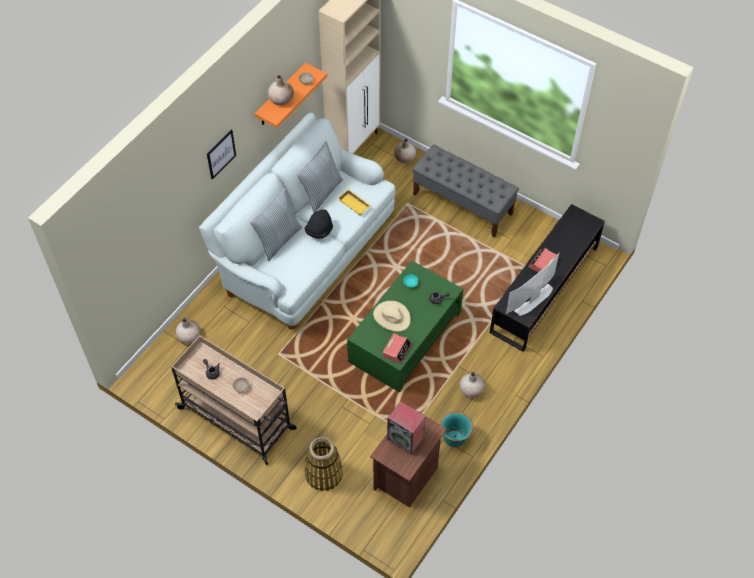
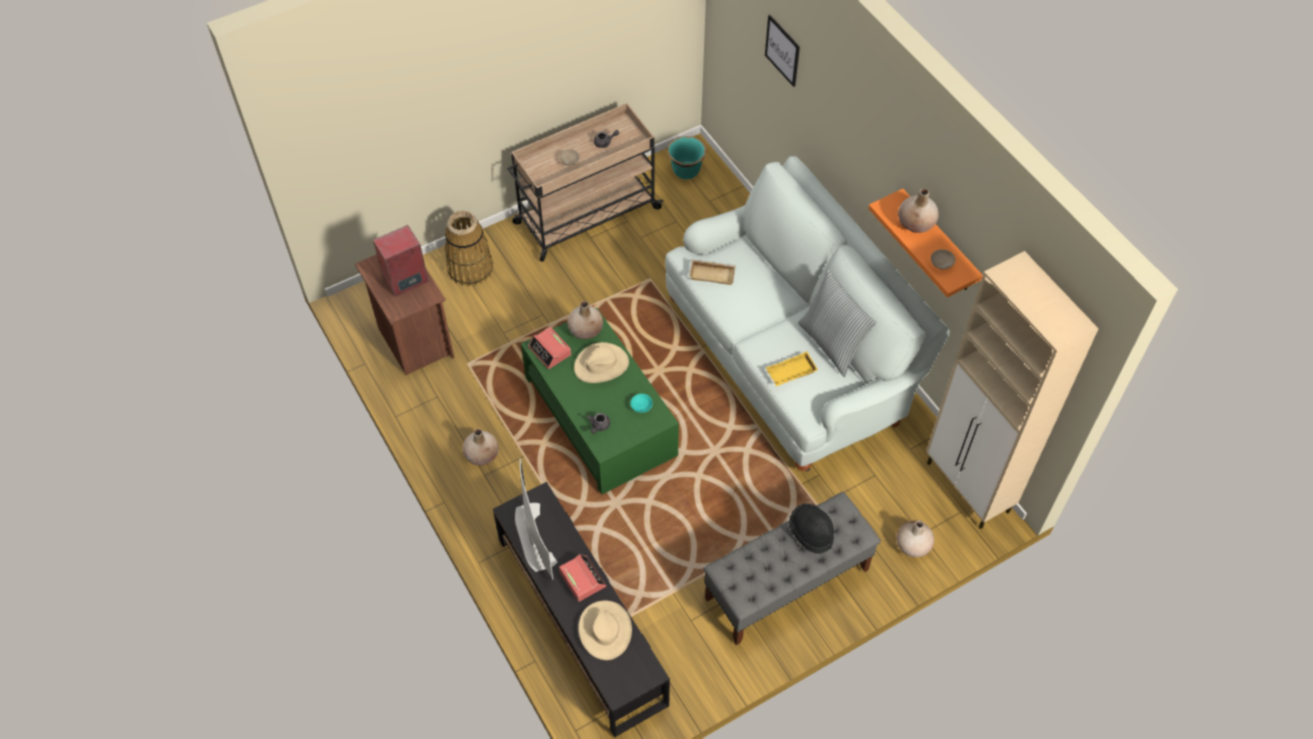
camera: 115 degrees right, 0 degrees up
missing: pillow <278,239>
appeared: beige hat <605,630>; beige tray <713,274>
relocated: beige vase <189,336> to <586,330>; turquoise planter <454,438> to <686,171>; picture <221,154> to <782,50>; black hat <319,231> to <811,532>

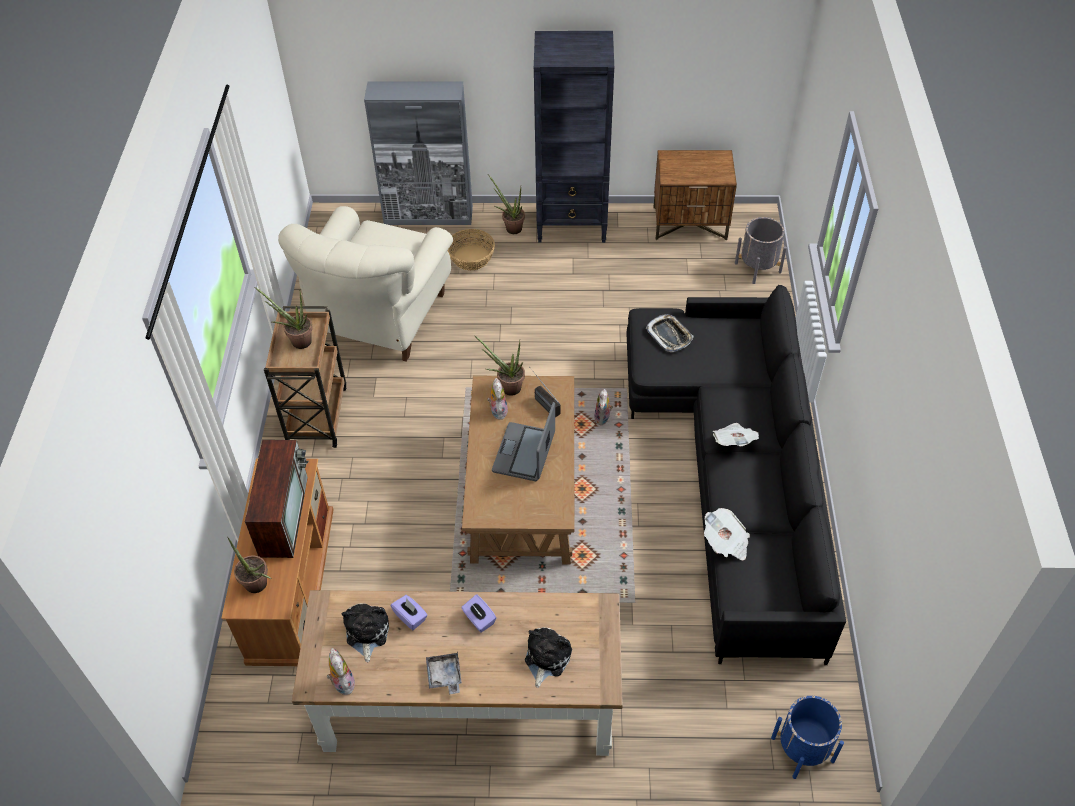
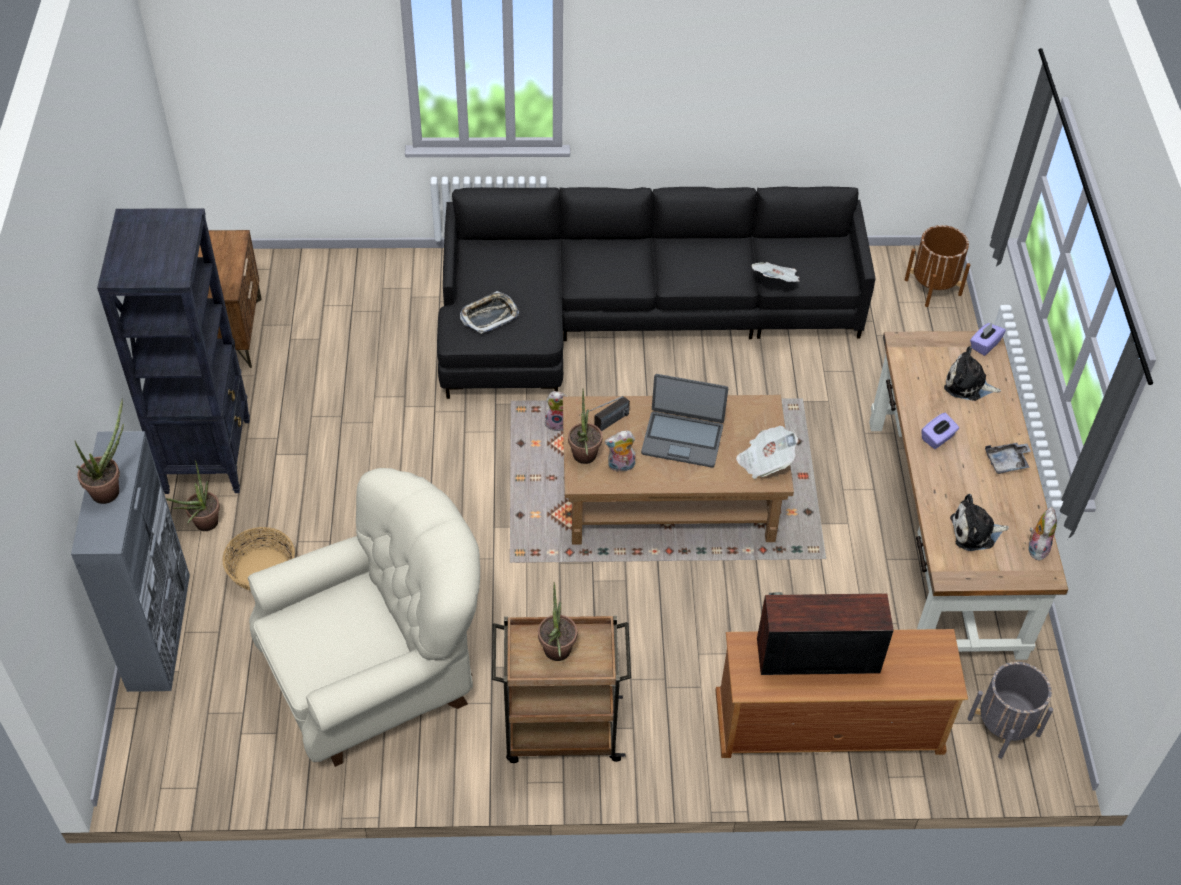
camera: 95 degrees left, 0 degrees up
relocated: potted plant <259,587> to <110,489>; newspaper <734,442> to <765,461>; grey planter <758,268> to <1003,727>; purple tissue box <410,617> to <984,345>
colour: blue planter <802,749> to brown planter <933,287>
spun: beige armchair <379,318> = <377,675> 45 degrees counterclockwise; plush toy <342,682> = <1036,547> 135 degrees clockwise

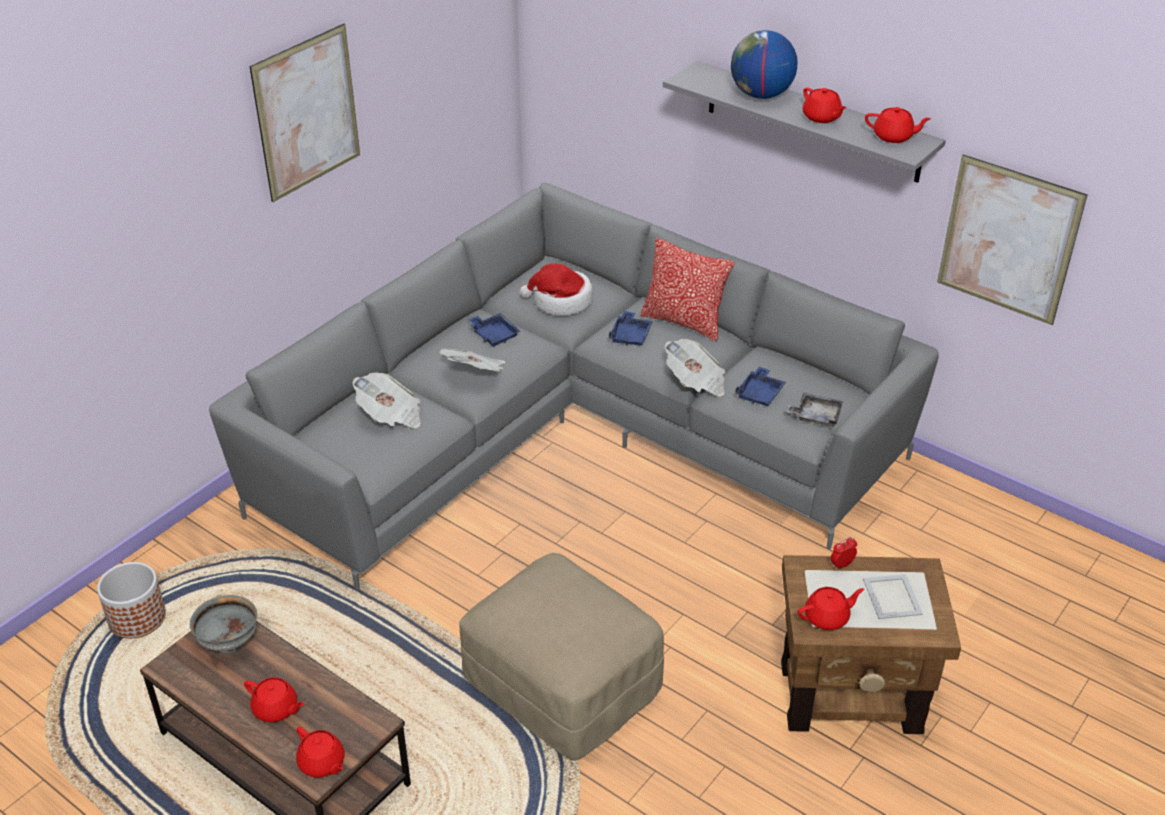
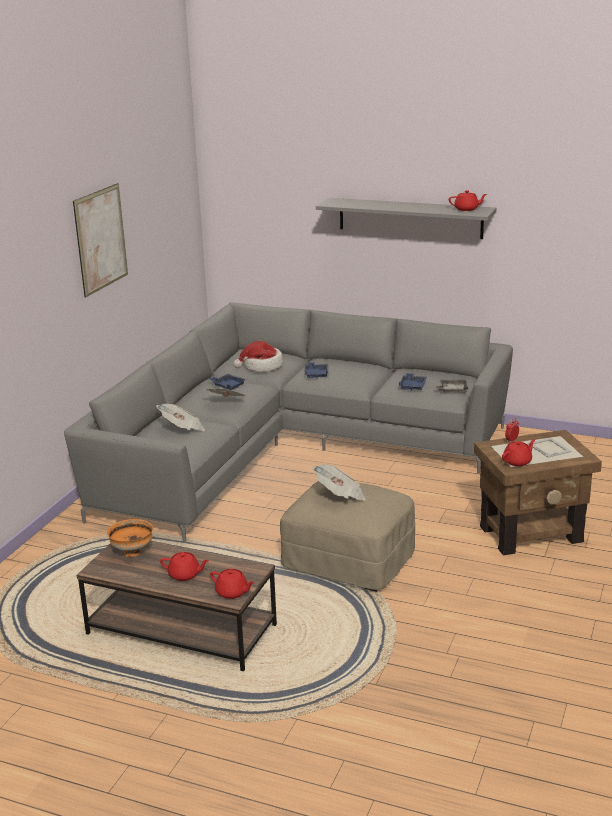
camera: 15 degrees left, 15 degrees down
missing: planter <137,618>; pillow <684,322>; globe <761,95>; red teapot <821,117>; picture <1008,240>
relocated: newspaper <696,382> to <340,495>
colour: grey bowl <229,642> to orange bowl <132,552>

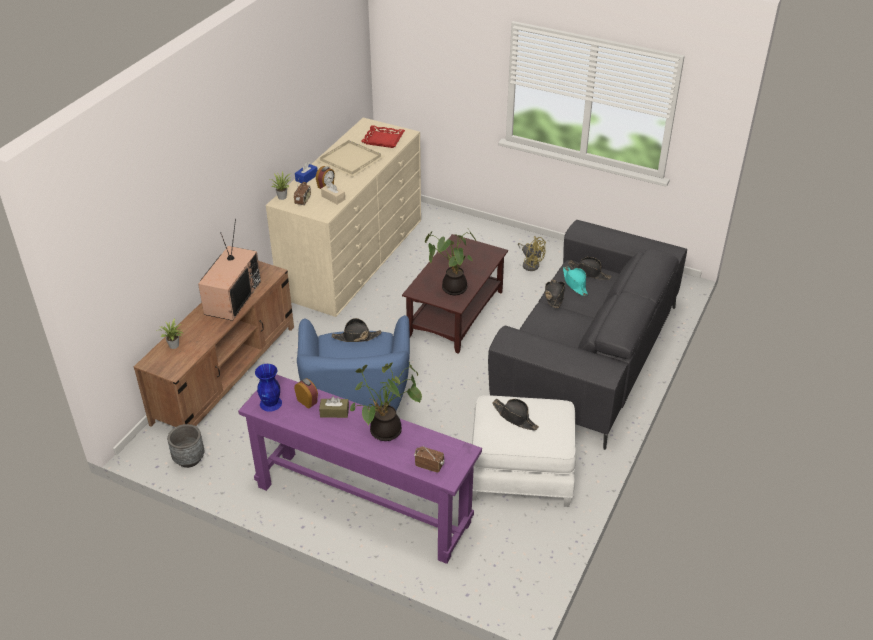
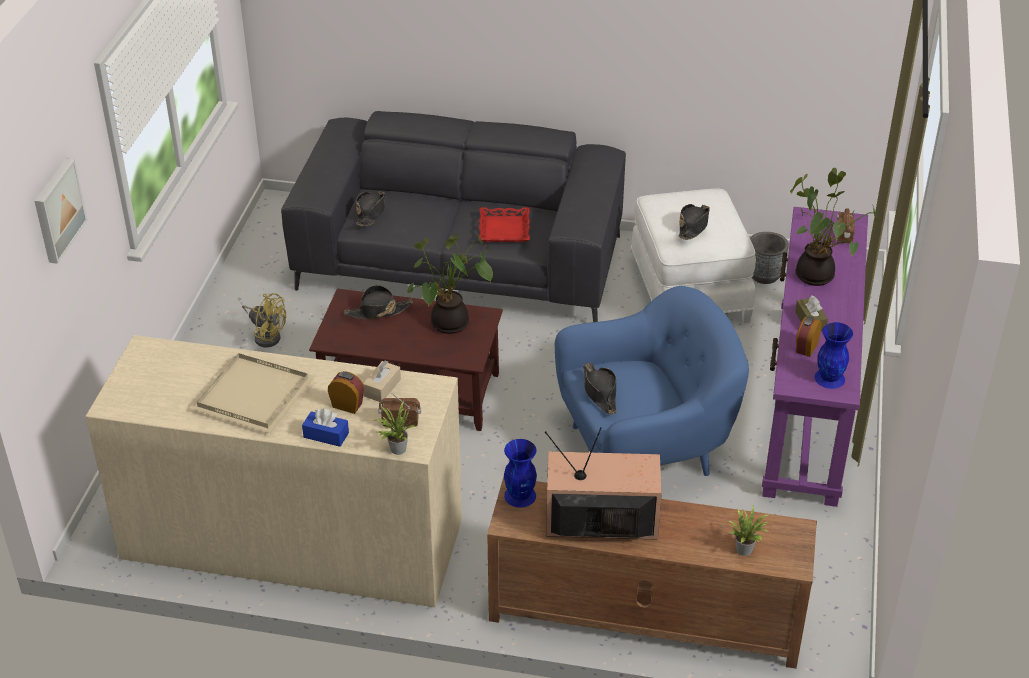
camera: 105 degrees left, 0 degrees up
missing: turquoise hat <575,283>
appeared: picture <57,210>; blue vase <520,496>
relocated: black hat <554,296> to <378,311>; red tray <383,139> to <503,229>; grey planter <189,459> to <764,275>
spun: yellow fan <530,264> = <266,335> 90 degrees clockwise

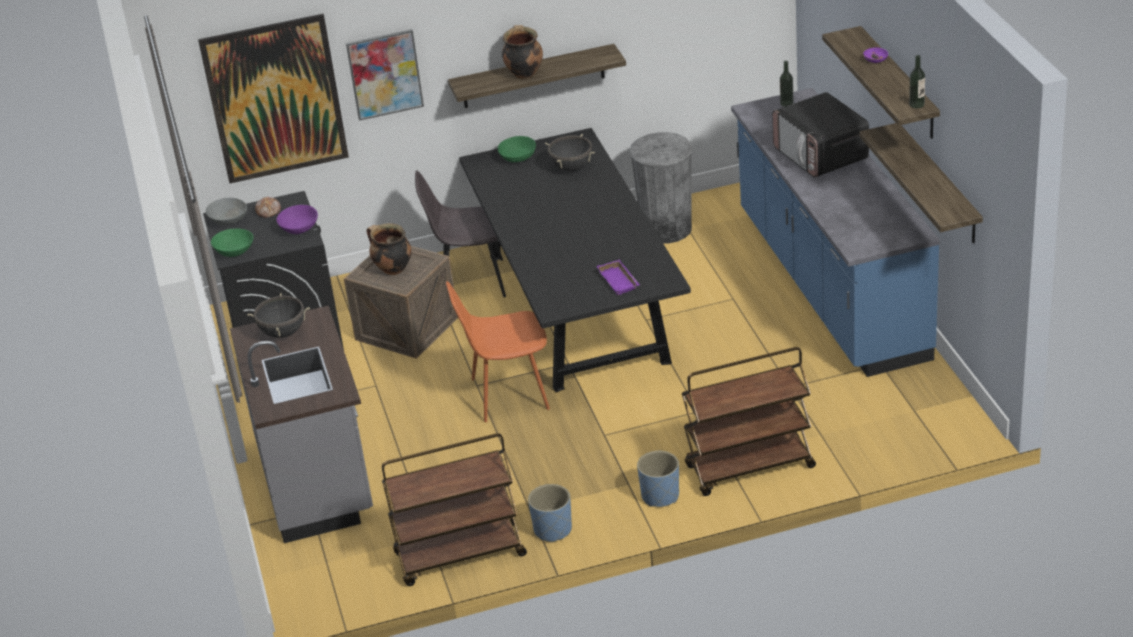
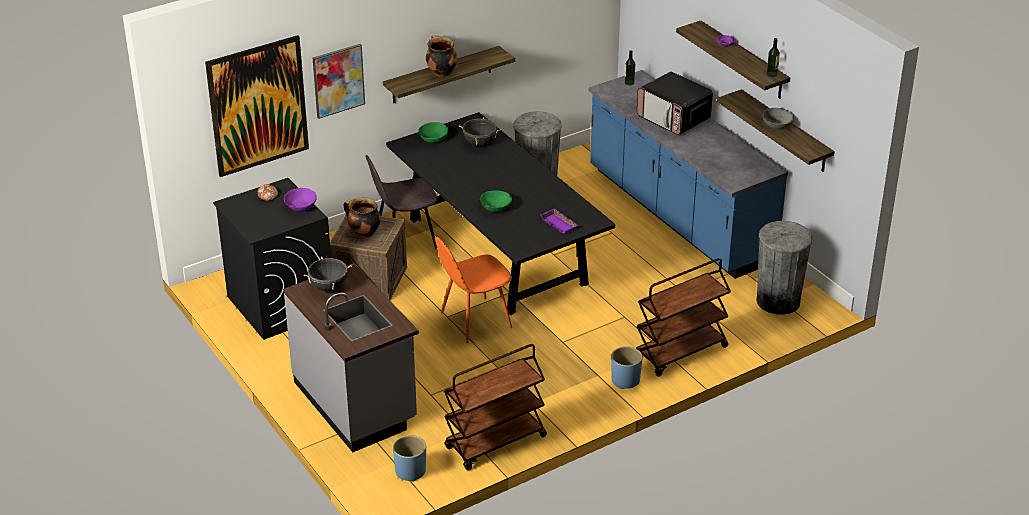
camera: 20 degrees left, 0 degrees up
appeared: grey trash can <778,301>
relocated: blue planter <553,529> to <410,471>; green bowl <234,252> to <495,208>; grey bowl <228,221> to <776,126>

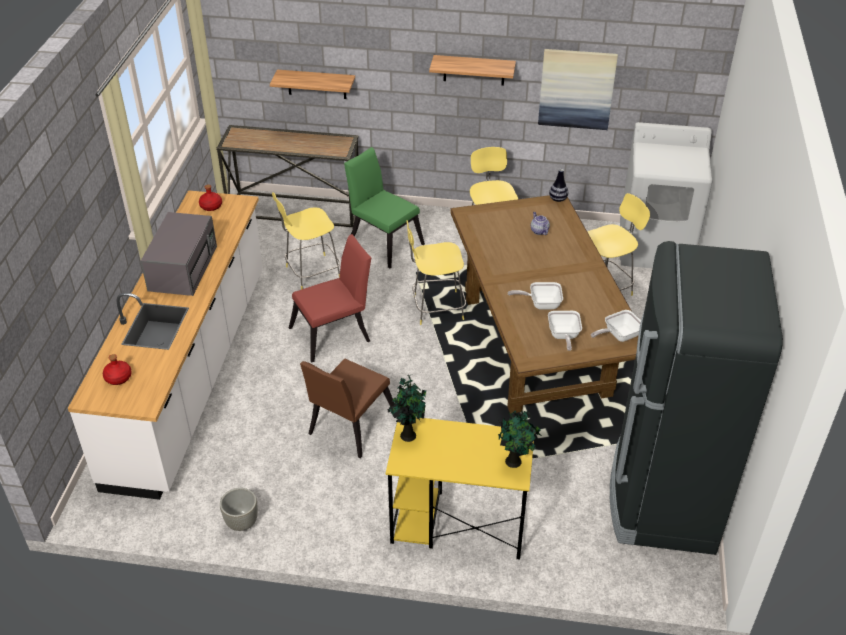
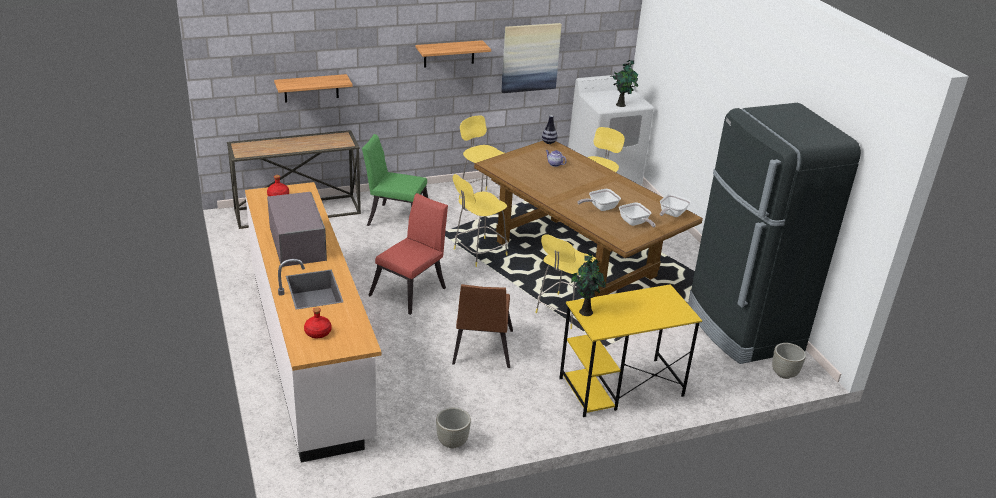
camera: 30 degrees left, 10 degrees down
appeared: grey planter <784,374>
relocated: yellow stool <311,273> to <563,312>; potted plant <515,461> to <621,104>

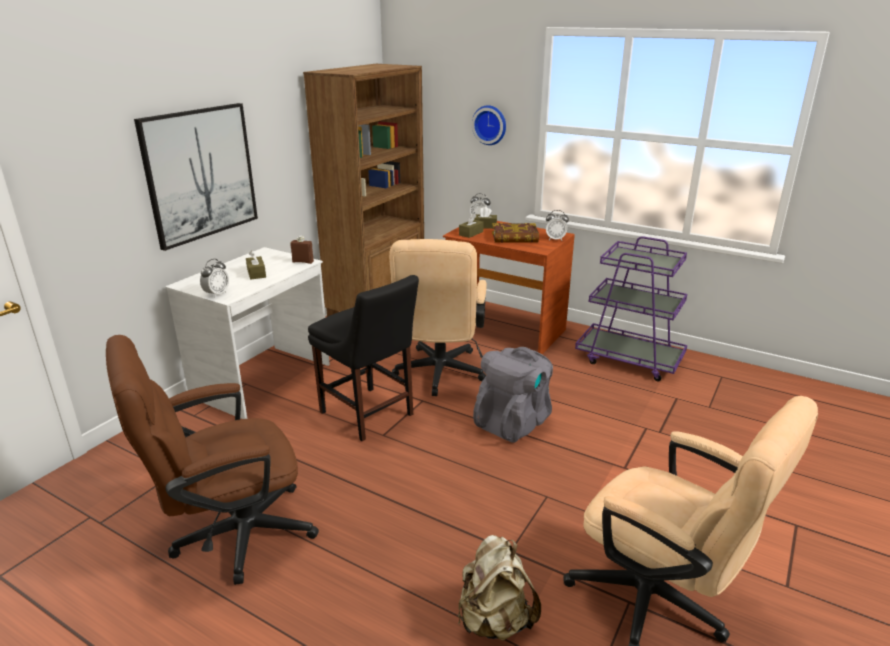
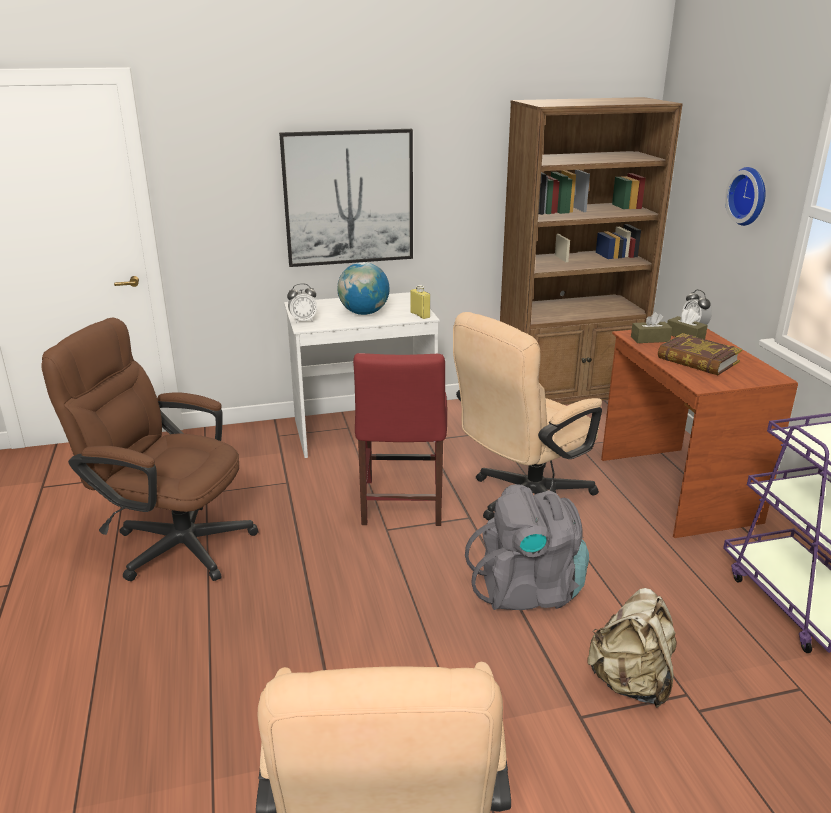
camera: 45 degrees right, 0 degrees up
missing: alarm clock <555,239>
relocated: beige backpack <494,620> to <630,682>
exchanged: brown tissue box <256,273> to globe <364,313>
colour: black chair <369,415> to red chair <401,505>; brown bottle <303,262> to yellow bottle <420,315>

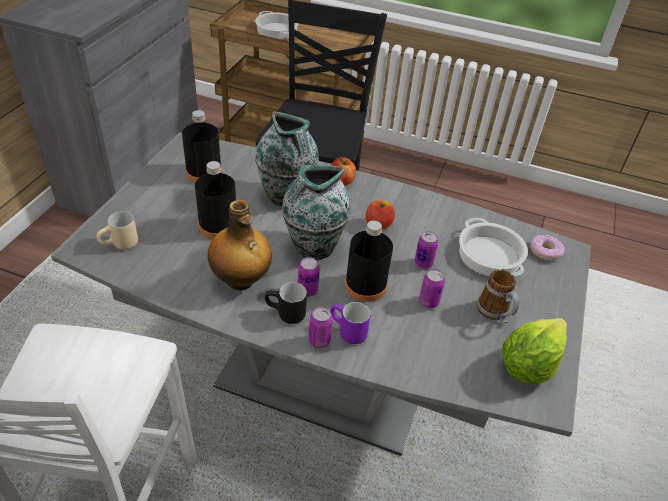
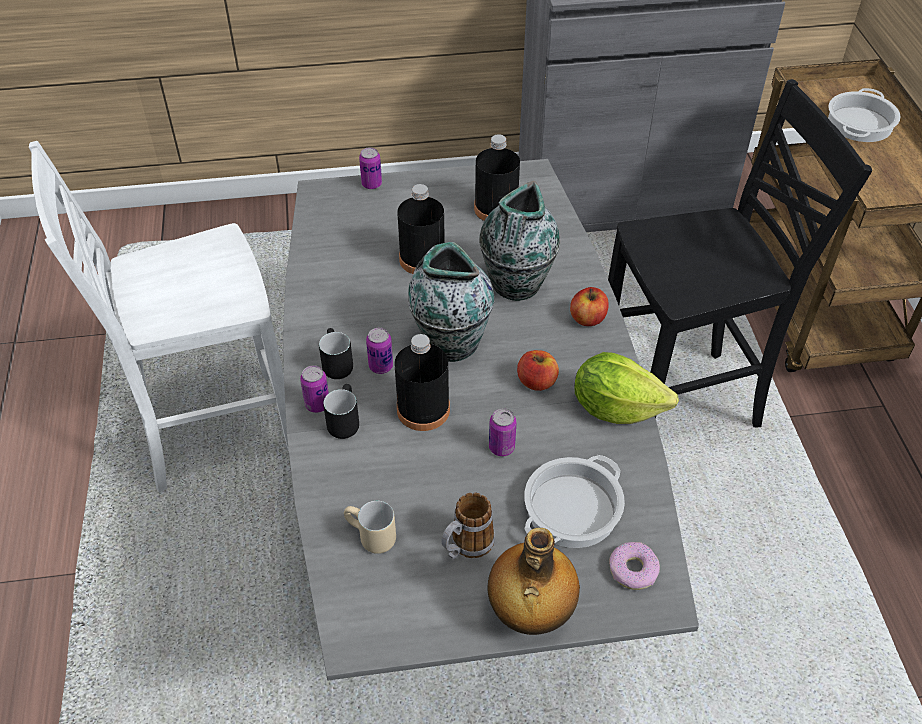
camera: 65 degrees right, 5 degrees up
relocated: beige mug <120,246> to <369,538>; can <428,302> to <371,184>; bottle <241,281> to <529,613>; lettuce <528,365> to <616,408>
colour: purple mug <346,333> to black mug <342,421>

